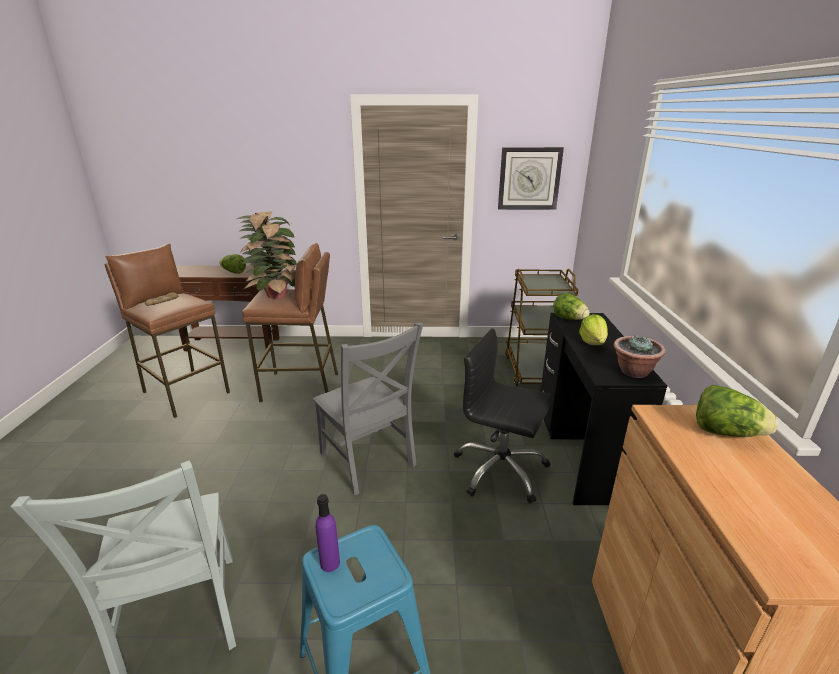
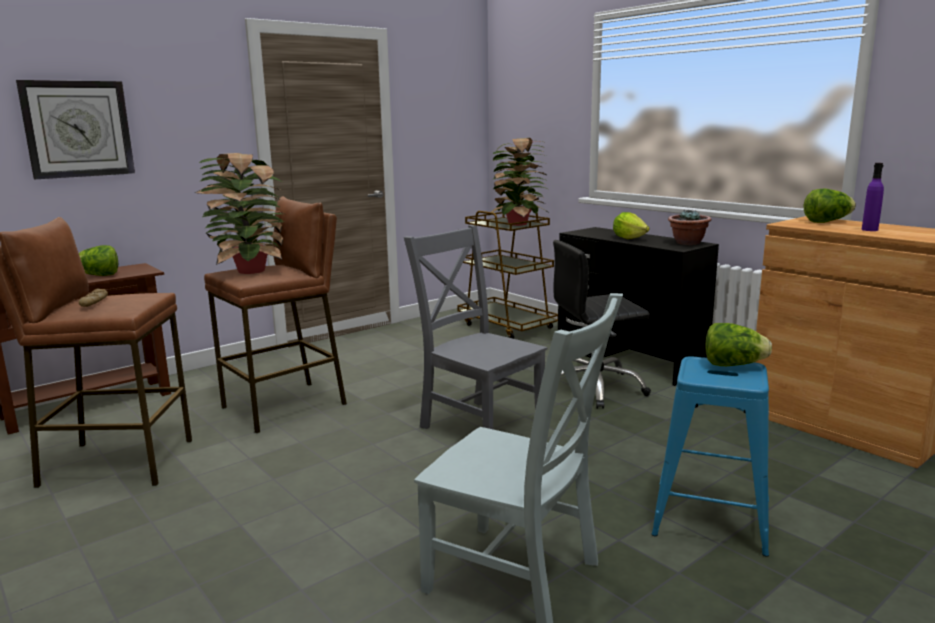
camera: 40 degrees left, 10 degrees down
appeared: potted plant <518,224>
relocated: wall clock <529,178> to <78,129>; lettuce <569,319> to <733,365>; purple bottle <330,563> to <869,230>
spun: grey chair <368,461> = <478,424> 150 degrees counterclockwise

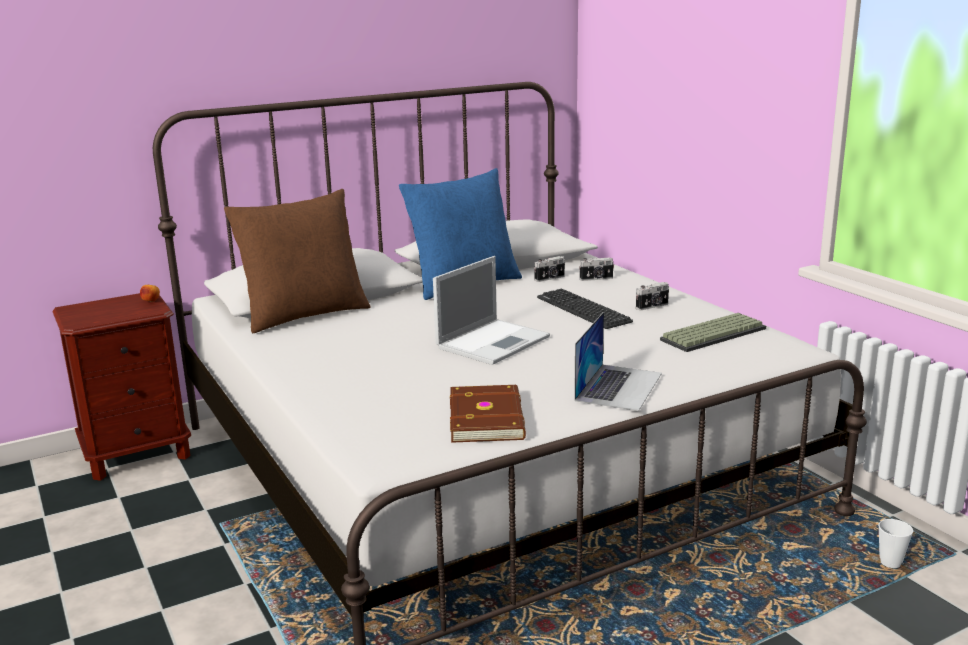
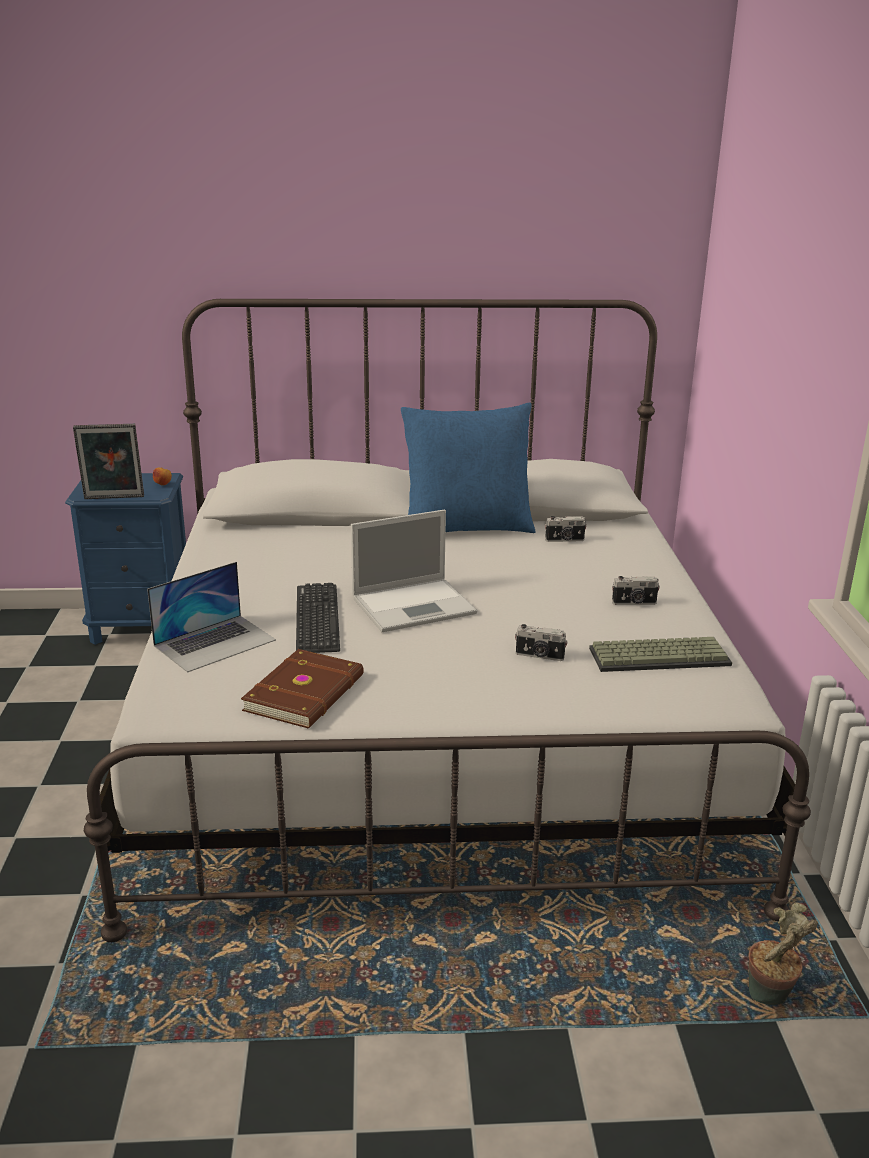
camera: 25 degrees right, 5 degrees up
missing: brown pillow <304,315>
appeared: picture frame <113,498>
relocated: laptop <618,386> to <215,642>; keyboard <583,310> to <317,618>; photo camera <596,279> to <539,656>
exchanged: cup <890,564> to potted plant <770,998>
colour: brown nightstand <137,455> to blue nightstand <142,627>

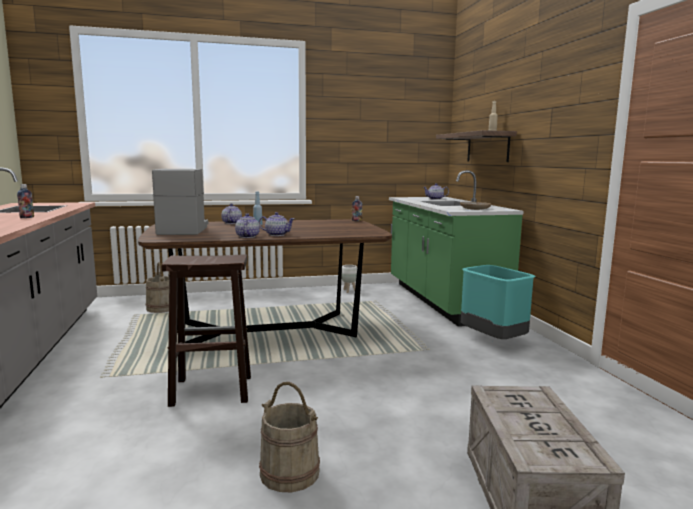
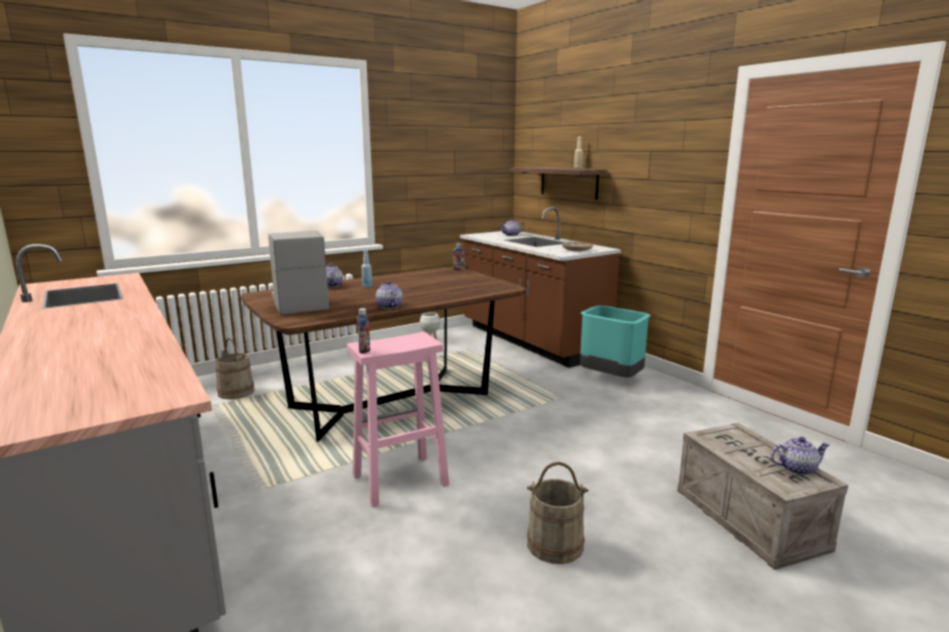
camera: 20 degrees left, 5 degrees up
relocated: bottle <27,217> to <364,351>; teapot <276,234> to <796,468>
colour: brown stool <210,391> to pink stool <399,481>; green counter <442,301> to brown counter <531,341>

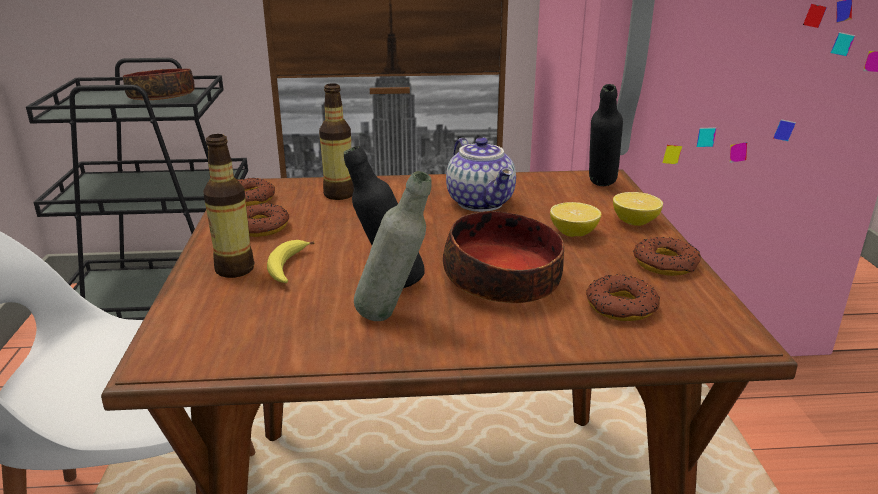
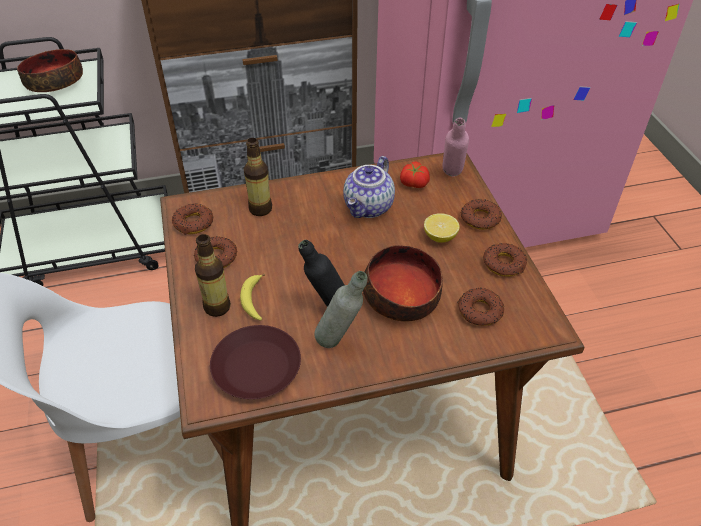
camera: 10 degrees left, 20 degrees up
appeared: brown plate <255,367>; tomato <413,183>
exchanged: lemon <635,222> to donut <480,218>
colour: black bottle <600,187> to pink bottle <451,178>
spun: teapot <482,203> = <369,207> 60 degrees clockwise

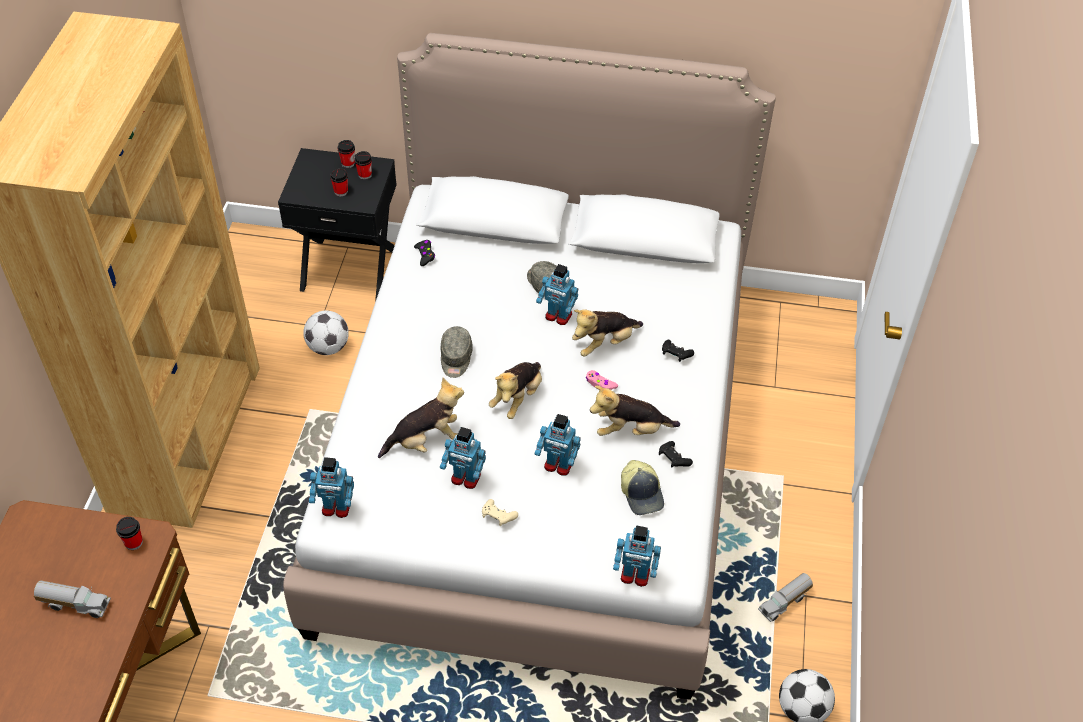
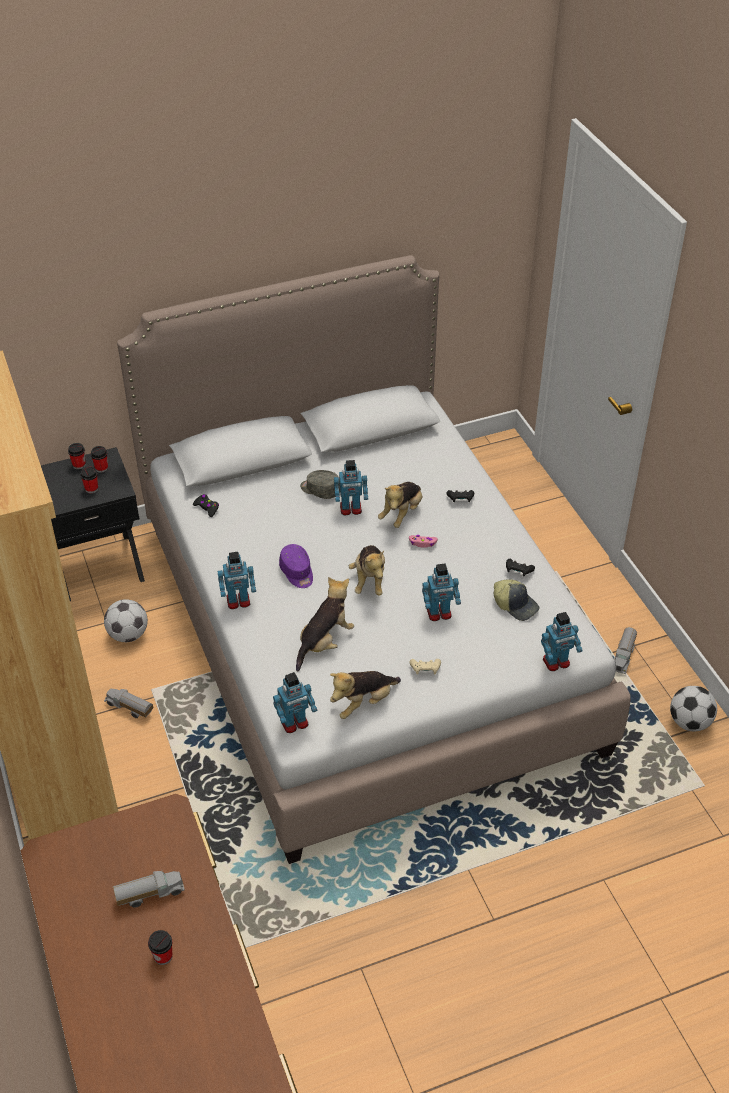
camera: 30 degrees left, 5 degrees down
appeared: toy truck <129,708>
relocated: cup <134,542> to <163,956>; toy robot <465,478> to <238,601>; plush toy <630,430> to <363,703>
colour: grey cap <456,358> to purple cap <297,572>

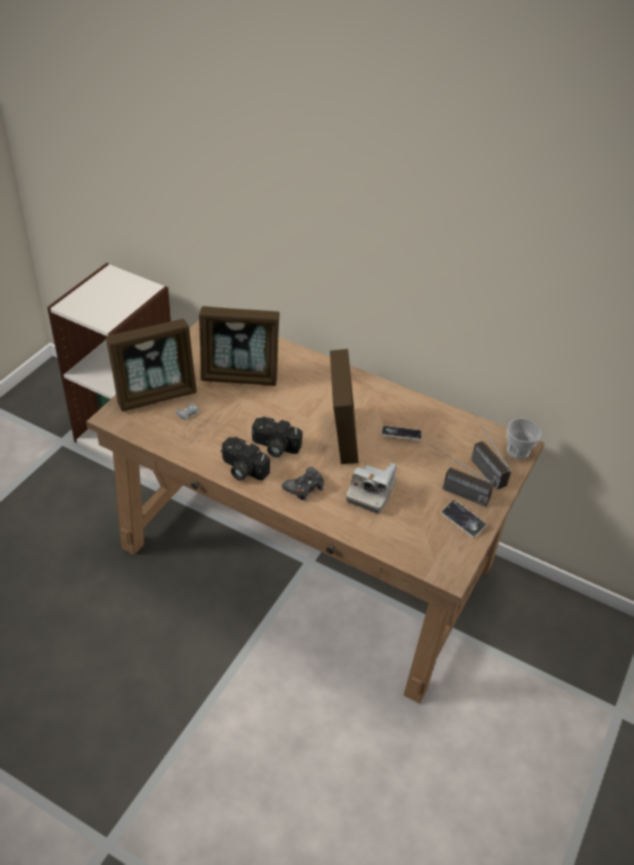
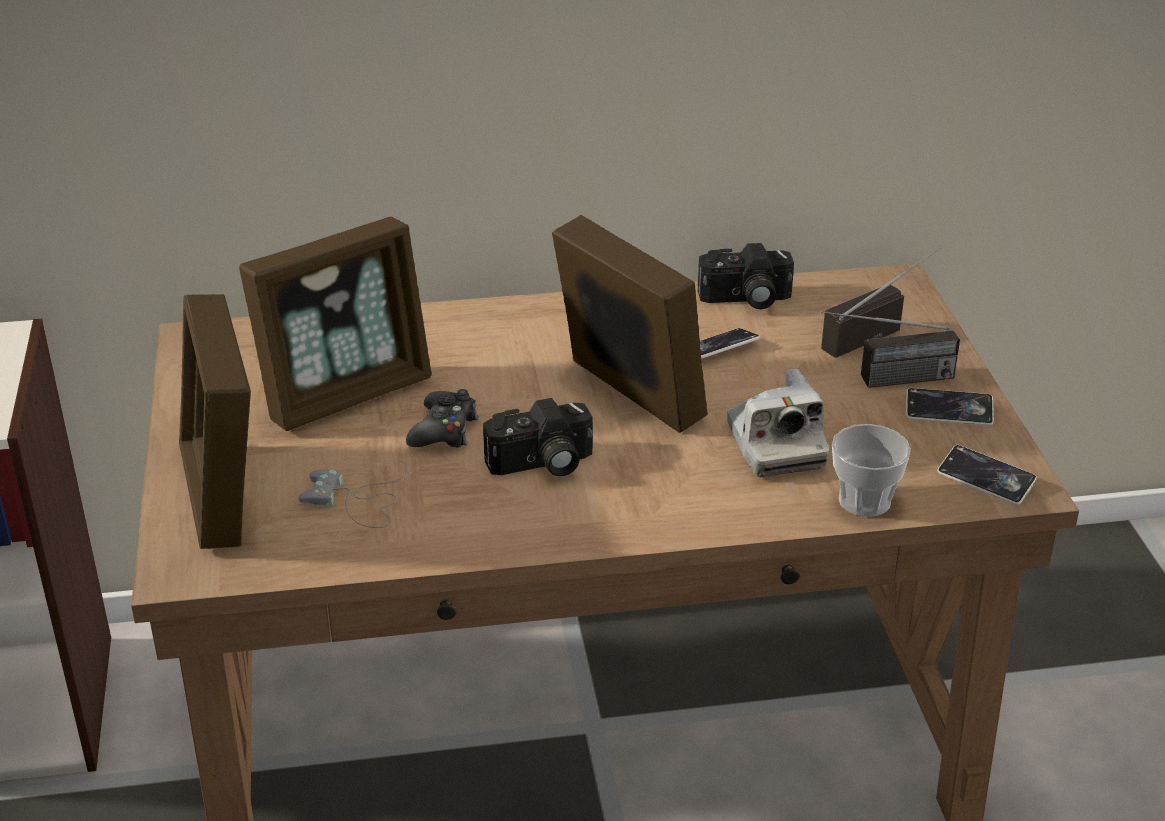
camera: 35 degrees left, 10 degrees down
appeared: phone <985,480>
relocated: black game controller <304,487> to <444,430>; photo camera <242,469> to <745,299>; cup <518,451> to <864,501>
spun: picture frame <156,395> = <223,495> 135 degrees clockwise; radio <480,465> = <876,331> 120 degrees clockwise

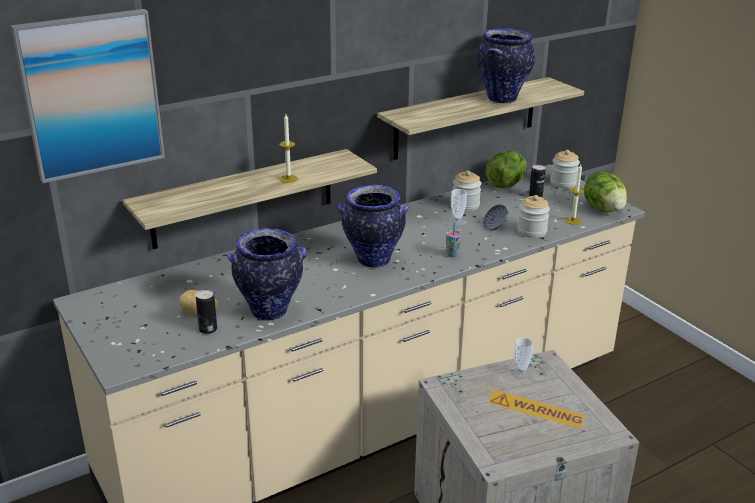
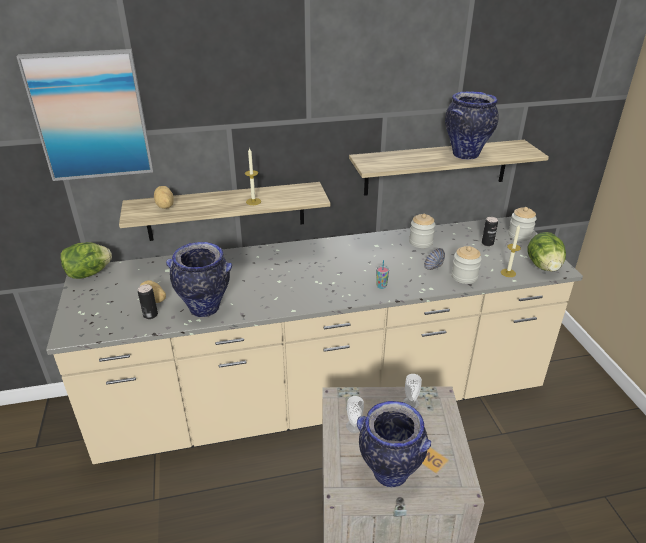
camera: 20 degrees right, 5 degrees up
appeared: potato <164,206>
relocated: lettuce <505,184> to <88,274>; cup <457,222> to <354,426>; vase <372,260> to <389,473>

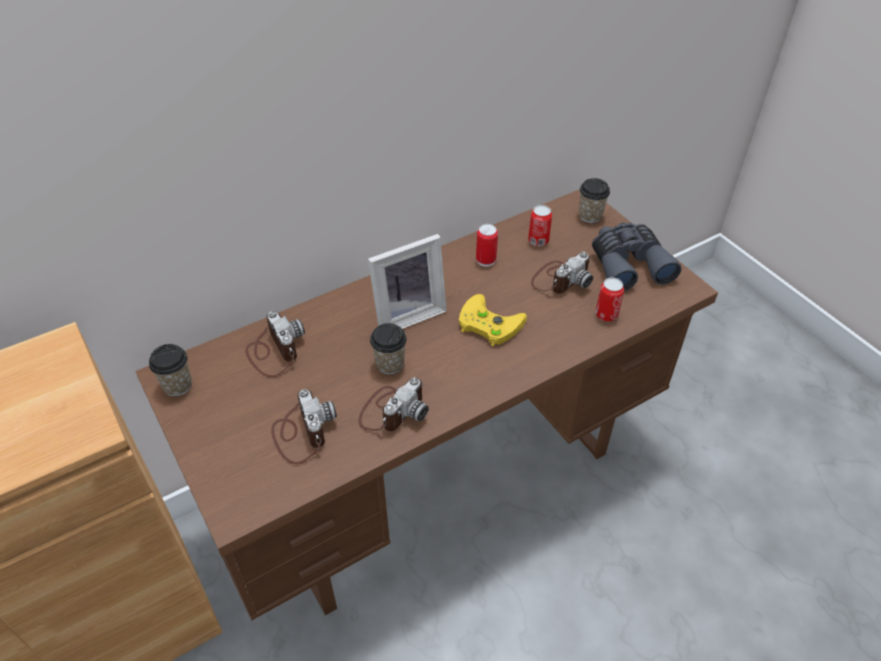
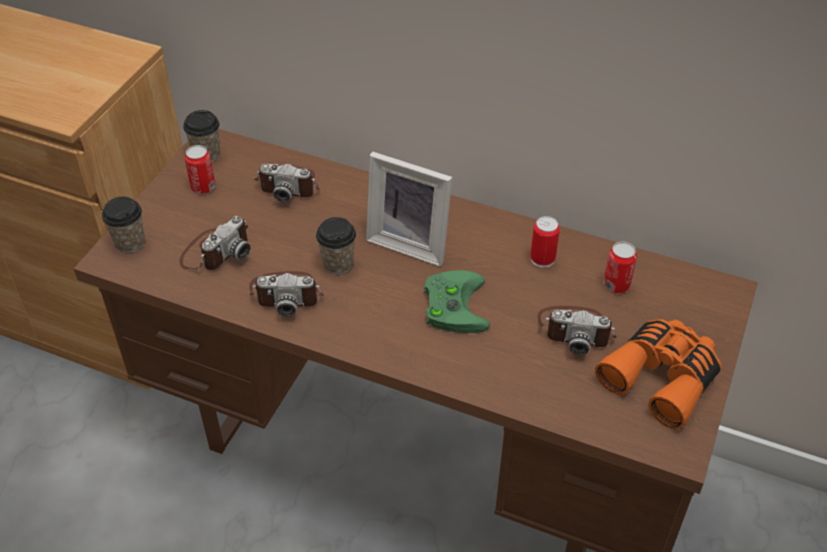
camera: 55 degrees right, 0 degrees up
relocated: cup <590,216> to <130,242>; can <606,314> to <203,187>
colour: yellow game controller <487,324> to green game controller <452,304>; grey binoculars <628,264> to orange binoculars <661,377>
spun: photo camera <274,351> = <289,185> 75 degrees clockwise

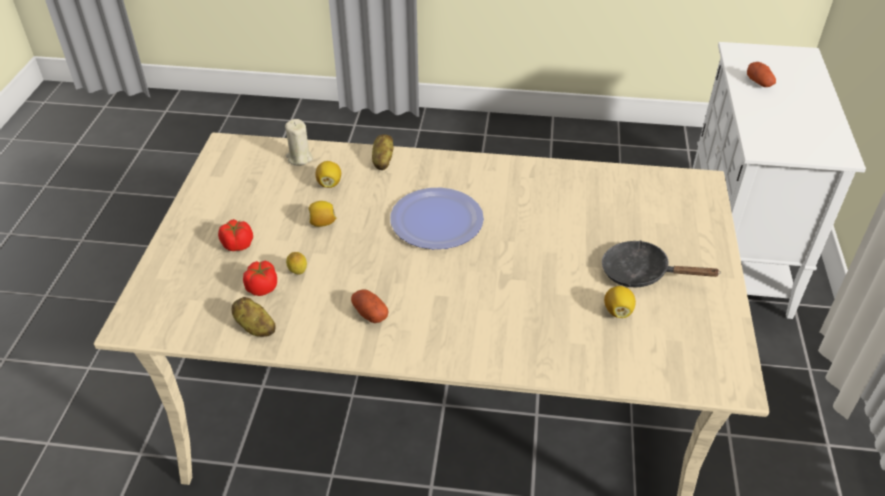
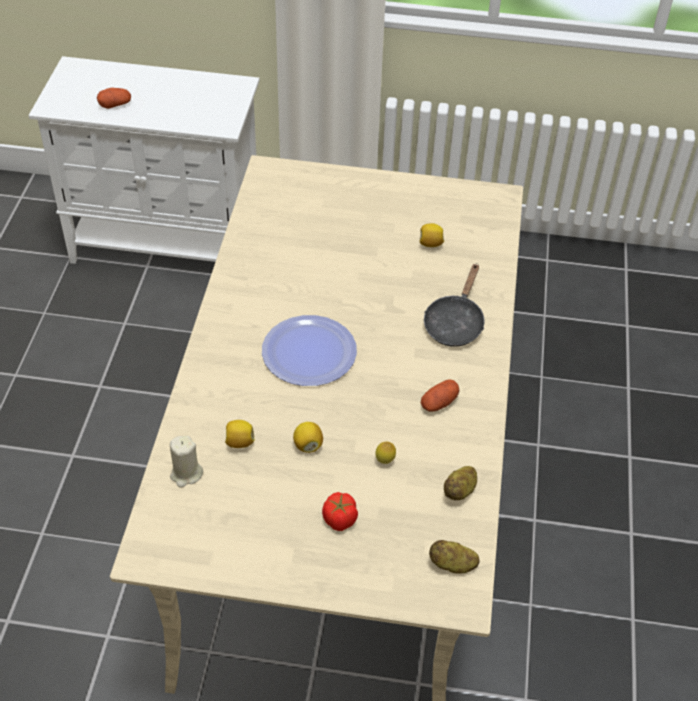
camera: 90 degrees left, 5 degrees up
missing: tomato <262,287>
relocated: black frying pan <641,273> to <455,323>; potato <382,161> to <452,565>

